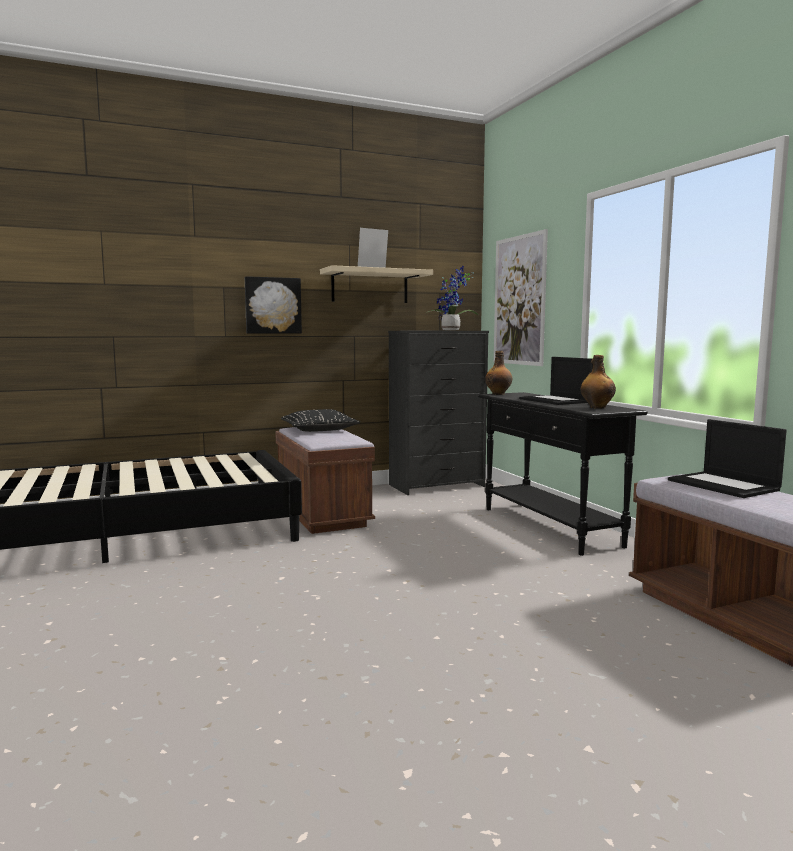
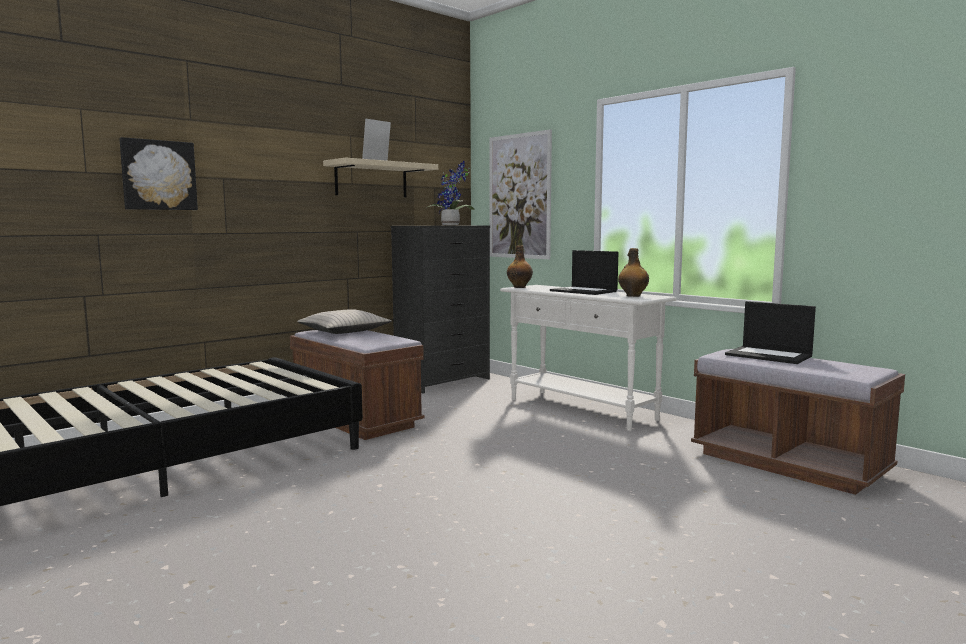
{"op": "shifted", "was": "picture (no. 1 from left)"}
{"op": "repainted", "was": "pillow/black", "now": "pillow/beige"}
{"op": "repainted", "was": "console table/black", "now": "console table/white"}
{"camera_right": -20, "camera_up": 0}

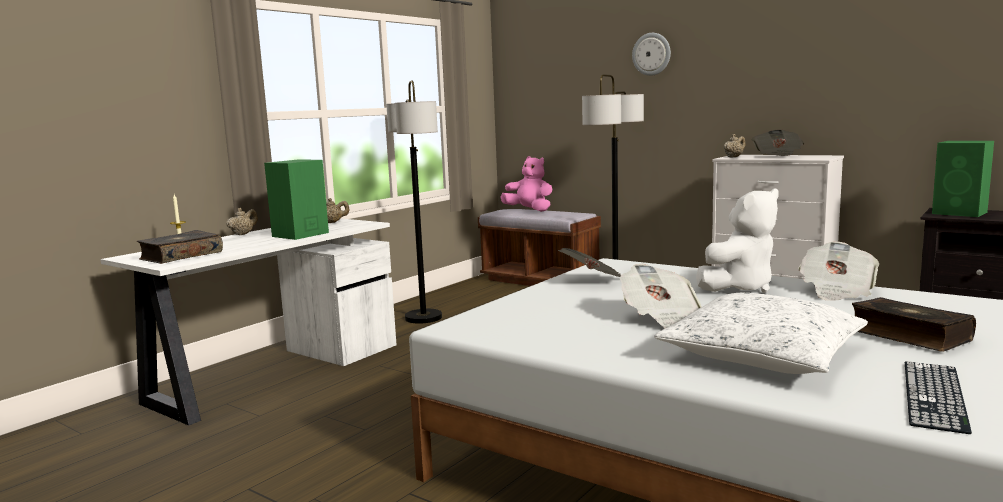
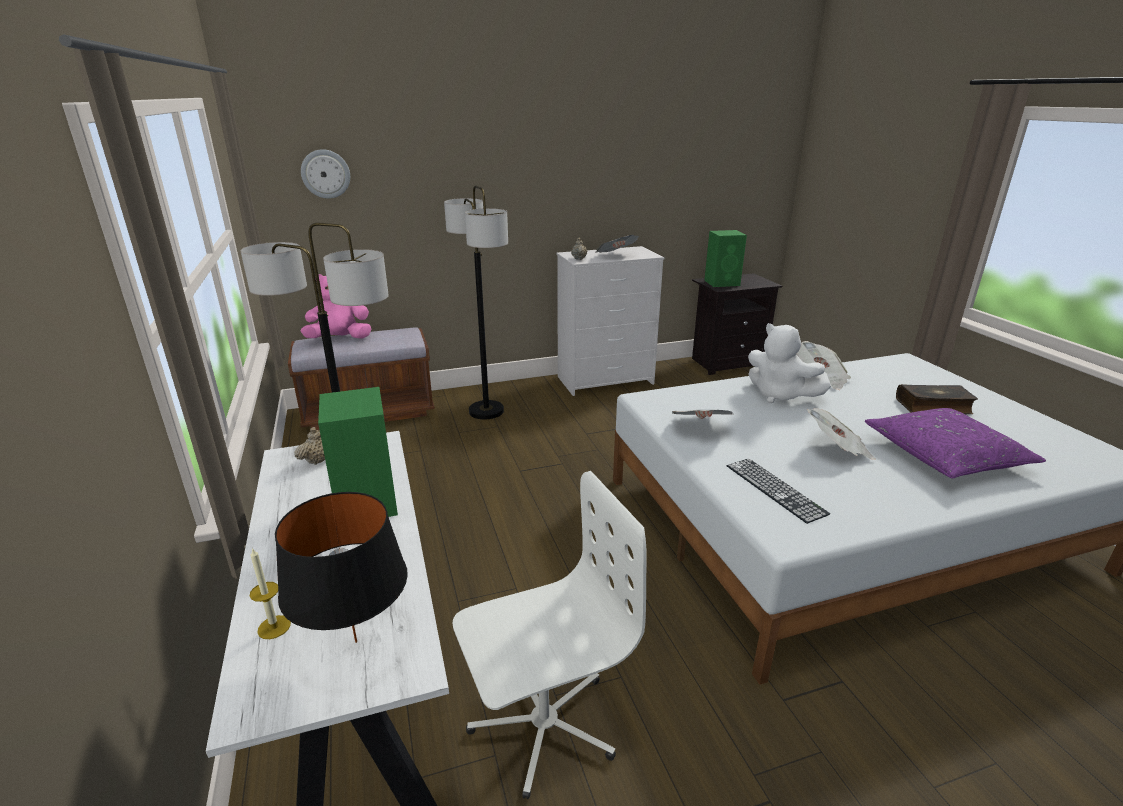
{"op": "swapped", "was": "book (no. 1 from left)", "now": "table lamp/black"}
{"op": "shifted", "was": "wall clock"}
{"op": "new", "now": "office chair/white"}
{"op": "shifted", "was": "keyboard"}
{"op": "rotated", "was": "plush toy/white", "clockwise": 135}
{"op": "repainted", "was": "pillow/white", "now": "pillow/purple"}
{"op": "gone", "was": "teapot/beige (no. 1 from left)"}
{"camera_right": -55, "camera_up": 15}

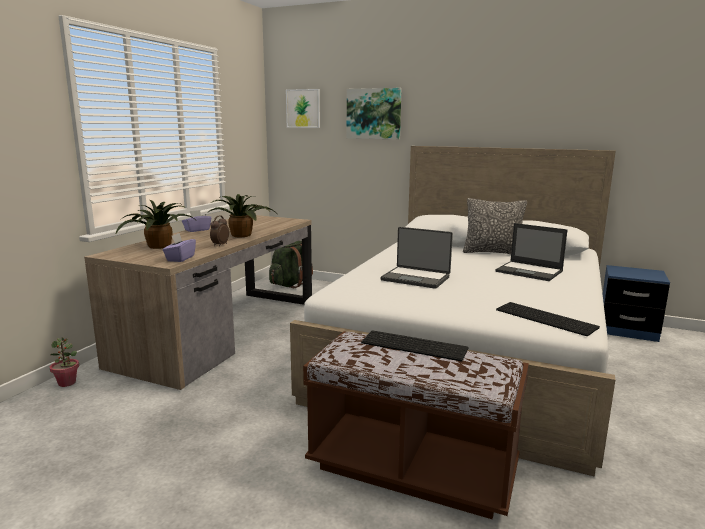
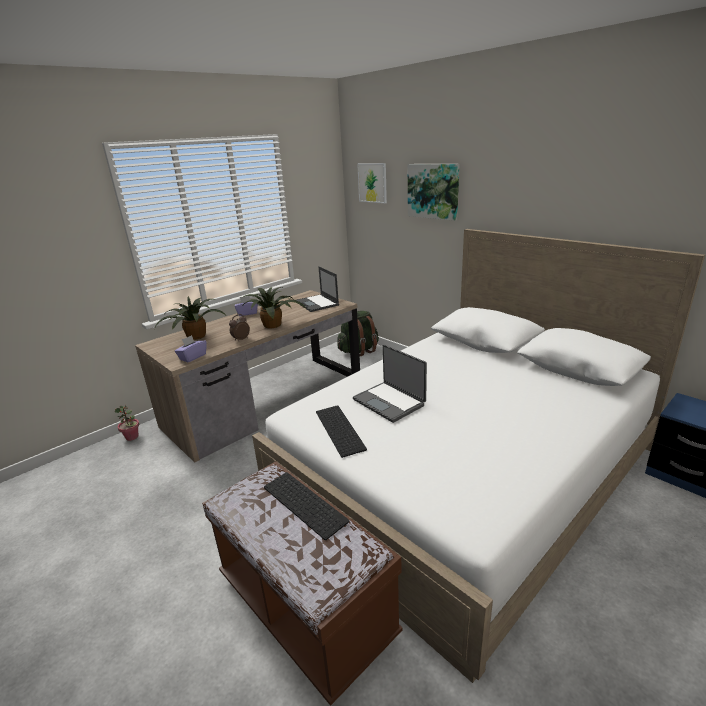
{"op": "shifted", "was": "laptop (no. 2 from left in the first image)", "now": "laptop (no. 1 from left)"}
{"op": "shifted", "was": "keyboard (no. 2 from left)"}
{"op": "gone", "was": "pillow"}
{"camera_right": 25, "camera_up": 10}

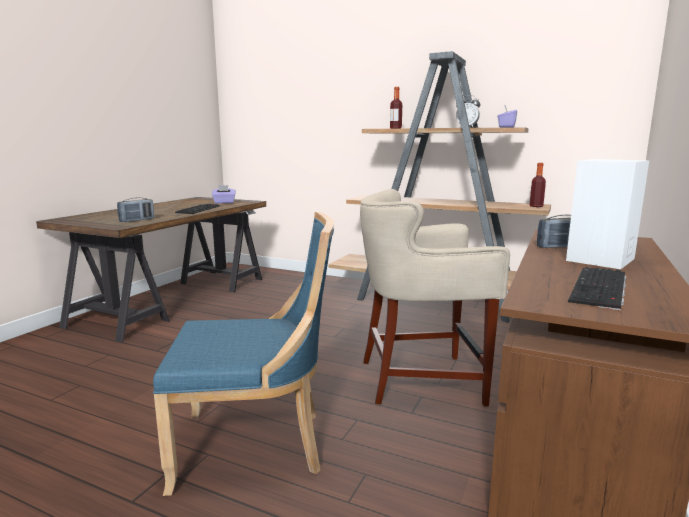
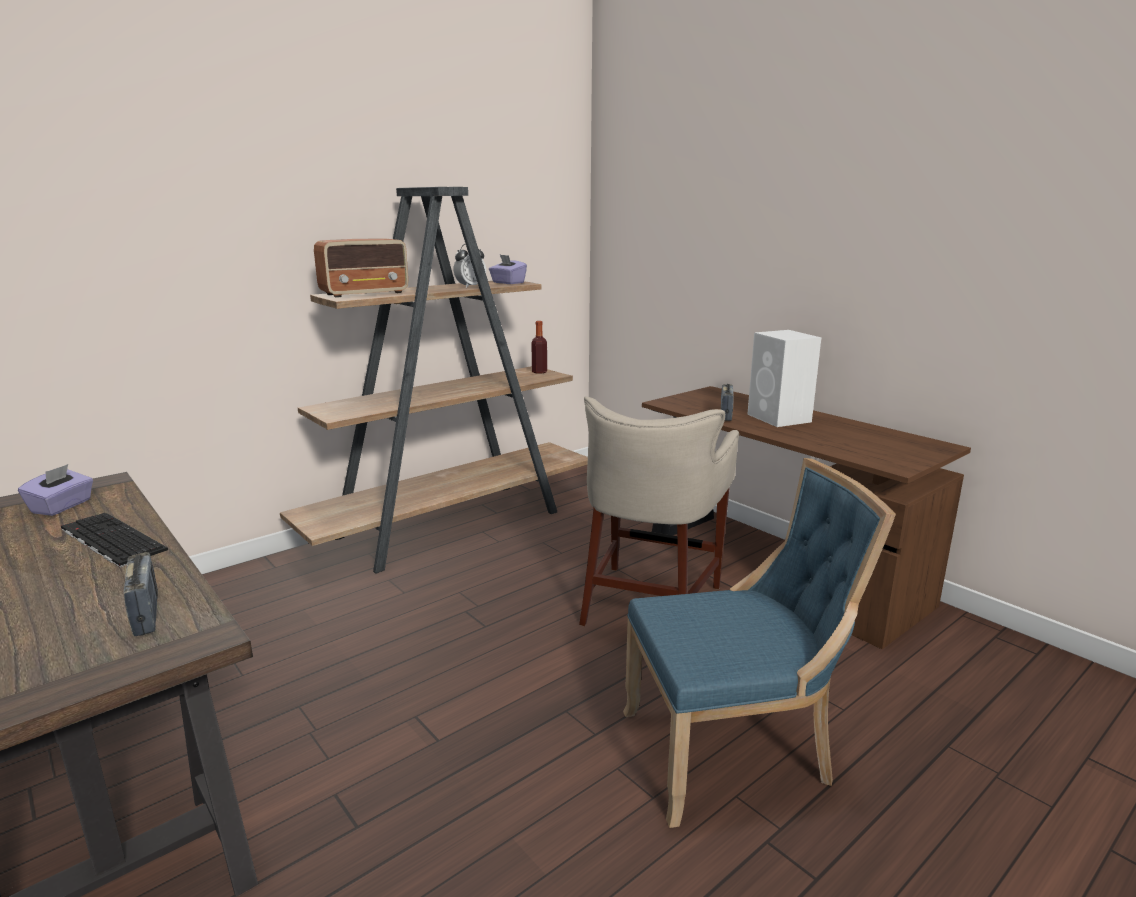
{"op": "swapped", "was": "bottle (no. 1 from left)", "now": "radio (no. 2 from left)"}
{"op": "rotated", "was": "chair/blue", "clockwise": 60}
{"op": "gone", "was": "keyboard (no. 2 from left)"}
{"camera_right": -65, "camera_up": 5}

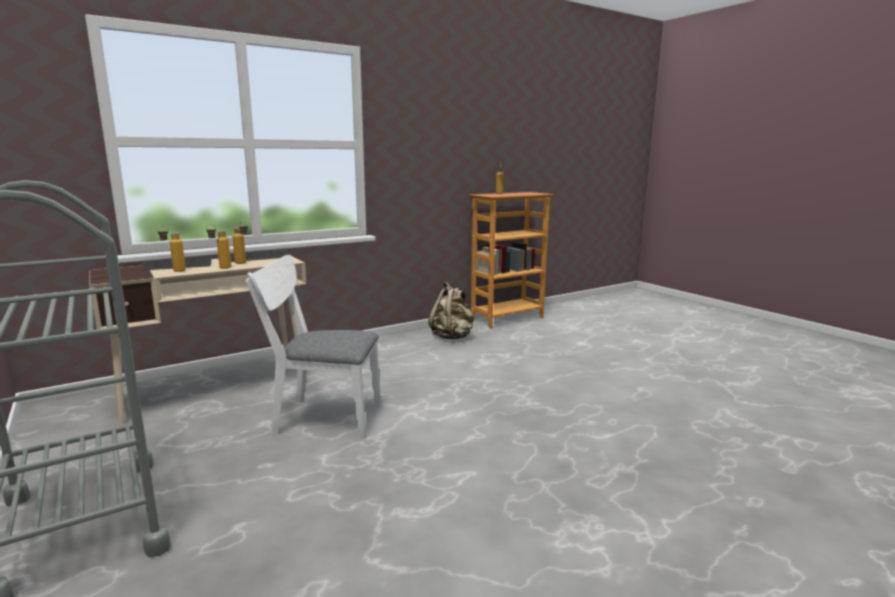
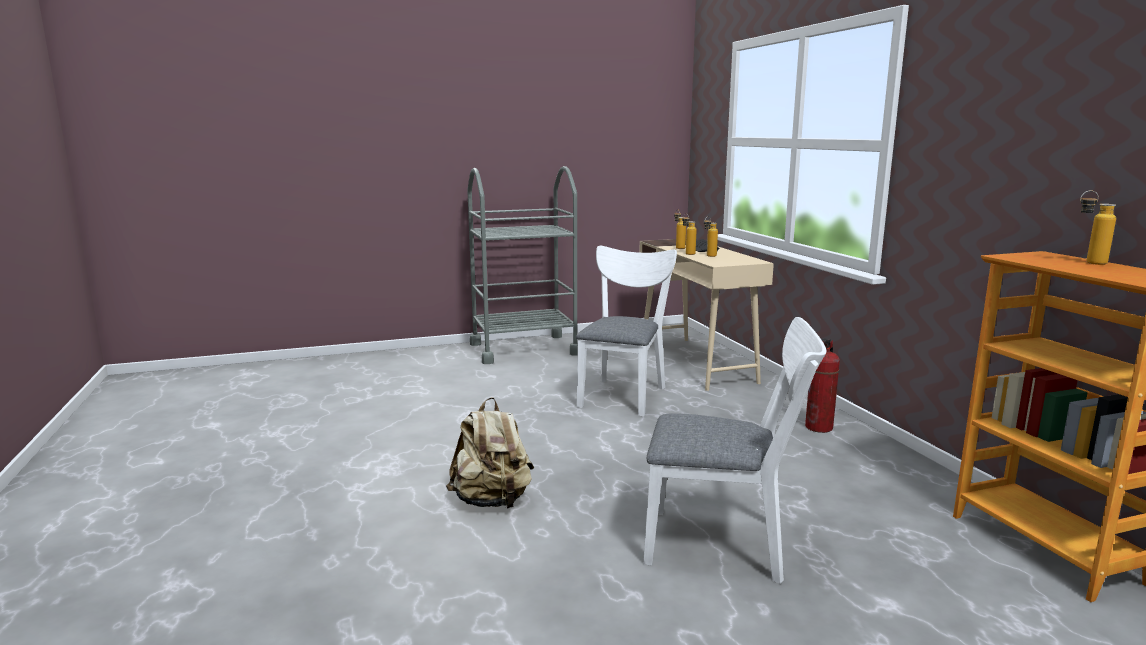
{"op": "shifted", "was": "backpack/beige"}
{"op": "new", "now": "chair/white (no. 2 from left)"}
{"op": "new", "now": "fire extinguisher"}
{"op": "gone", "was": "keyboard (no. 2 from left)"}
{"camera_right": 105, "camera_up": 0}

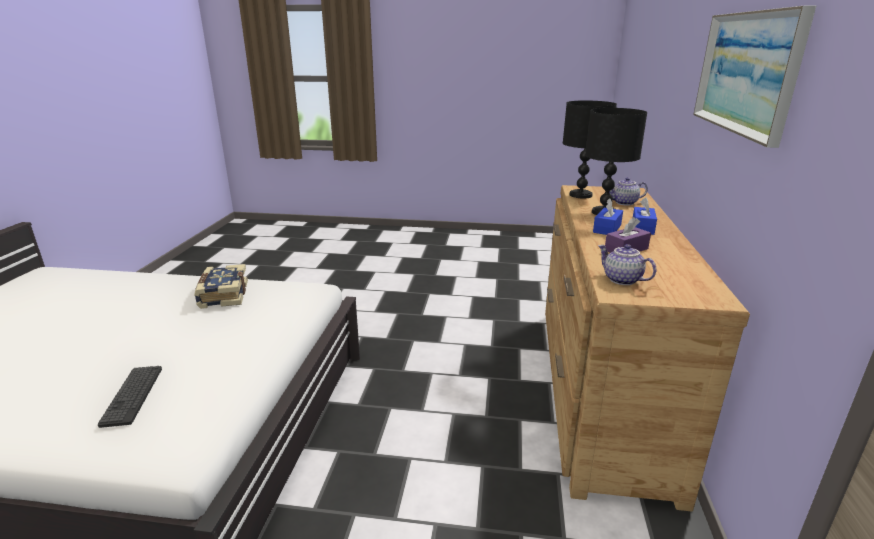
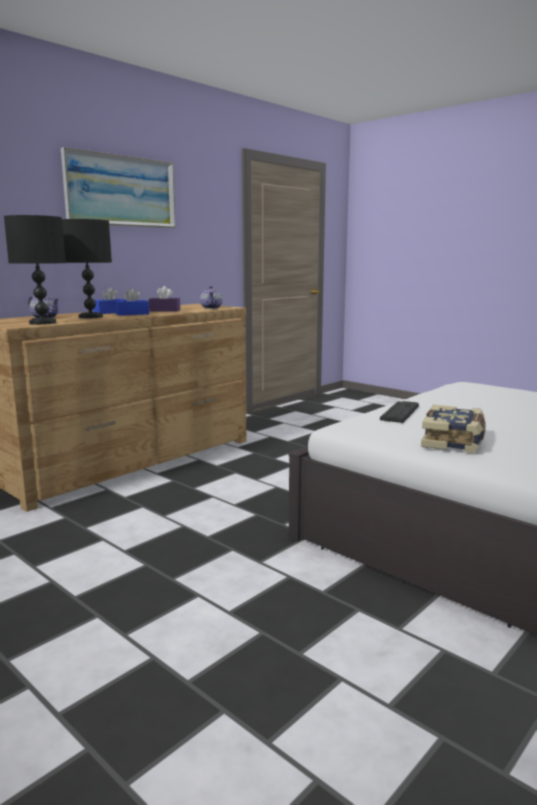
{"op": "shifted", "was": "keyboard"}
{"camera_right": -145, "camera_up": -10}

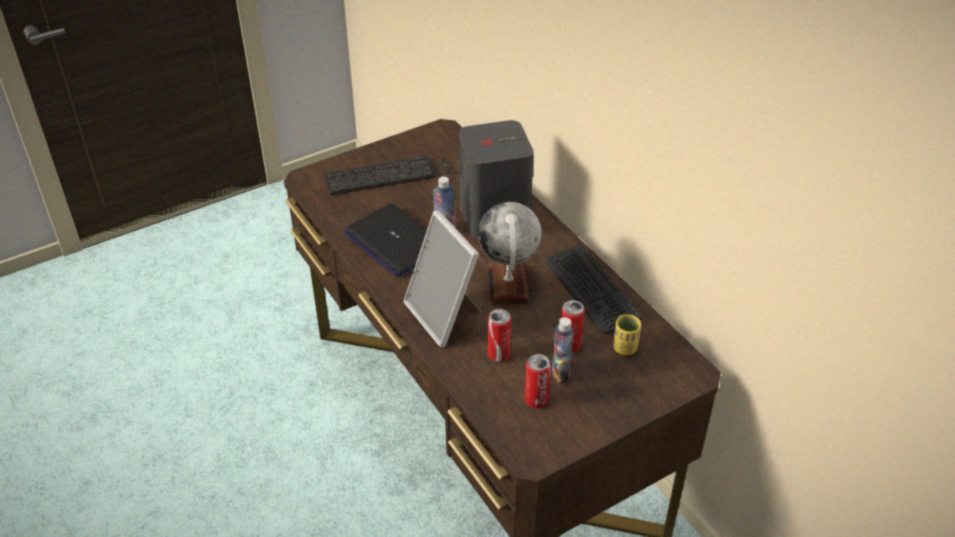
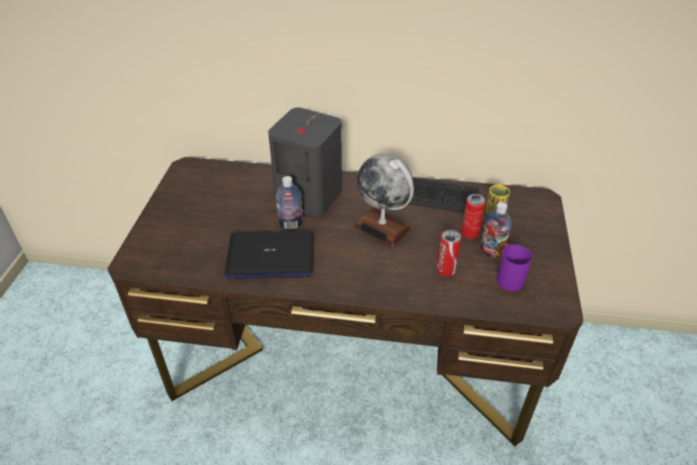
{"op": "swapped", "was": "can (no. 2 from left)", "now": "mug/purple"}
{"op": "gone", "was": "keyboard (no. 1 from left)"}
{"op": "gone", "was": "picture frame"}
{"camera_right": -50, "camera_up": 0}

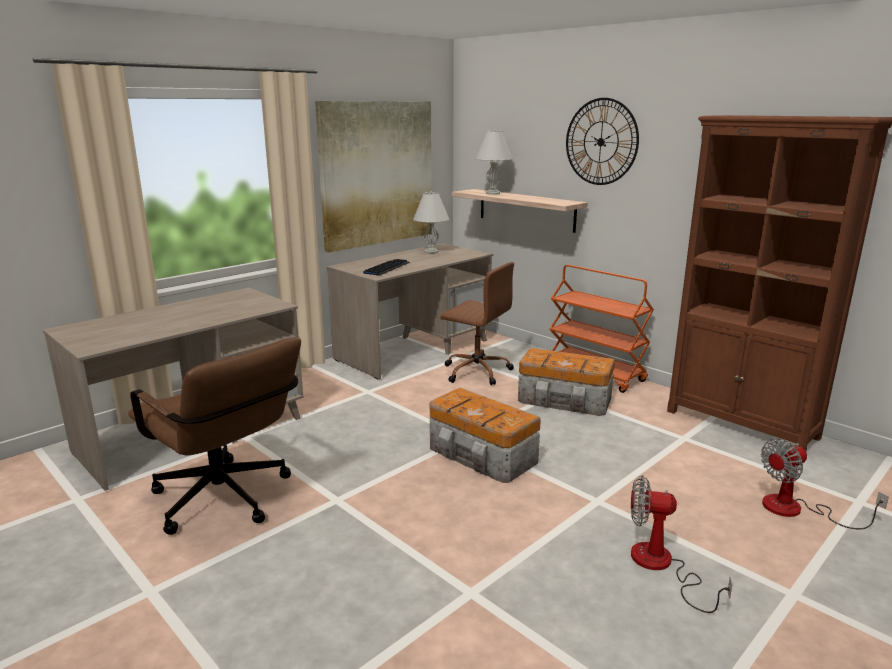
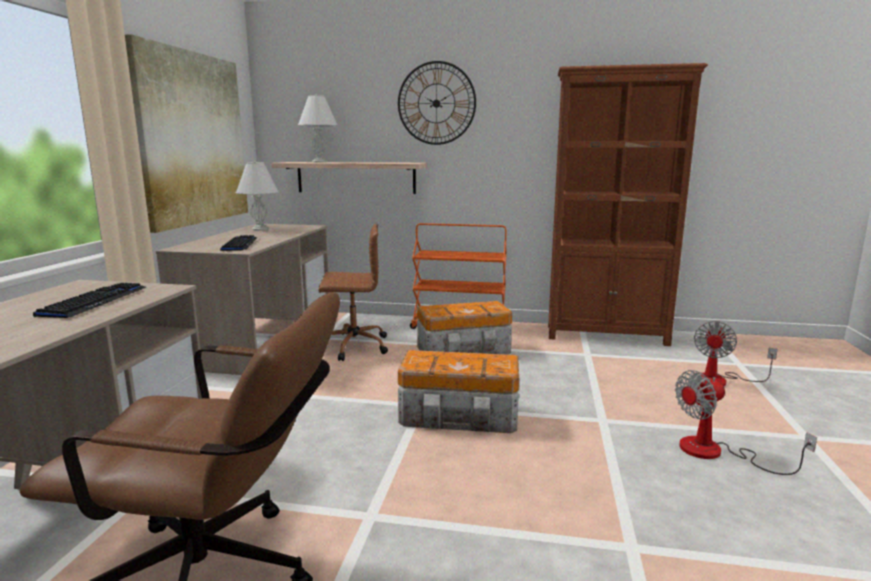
{"op": "new", "now": "keyboard (no. 1 from left)"}
{"camera_right": -35, "camera_up": -5}

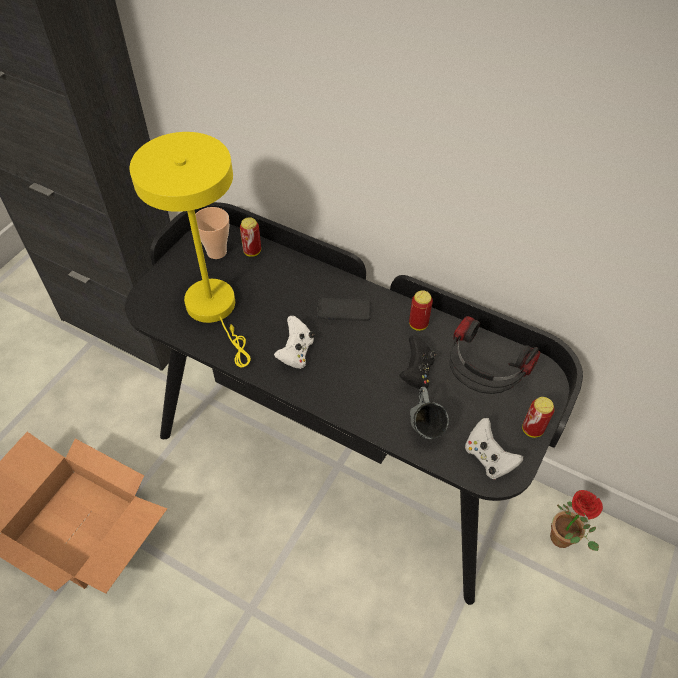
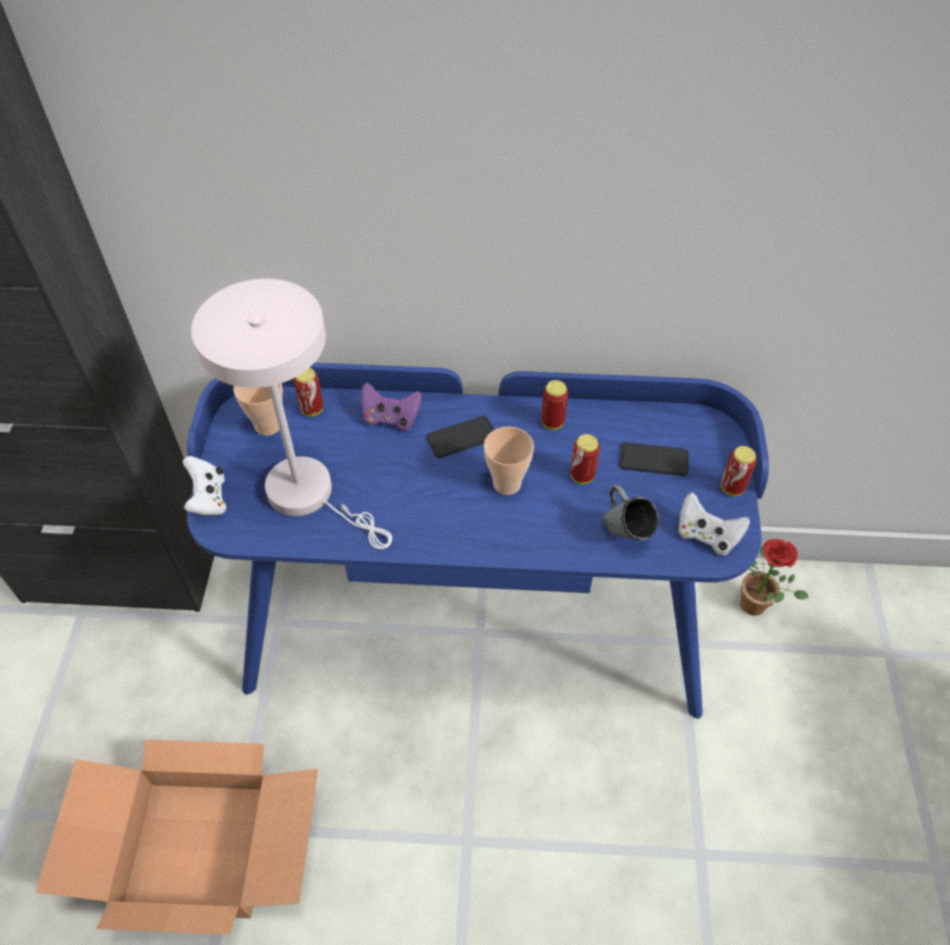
{"op": "shifted", "was": "game controller/white (no. 1 from left)"}
{"op": "repainted", "was": "desk/black", "now": "desk/blue"}
{"op": "repainted", "was": "table lamp/yellow", "now": "table lamp/white"}
{"op": "new", "now": "game controller/purple"}
{"op": "new", "now": "cup (no. 2 from left)"}
{"op": "swapped", "was": "game controller/black", "now": "can (no. 3 from left)"}
{"op": "swapped", "was": "headphones", "now": "phone (no. 2 from left)"}
{"camera_right": -25, "camera_up": 0}

